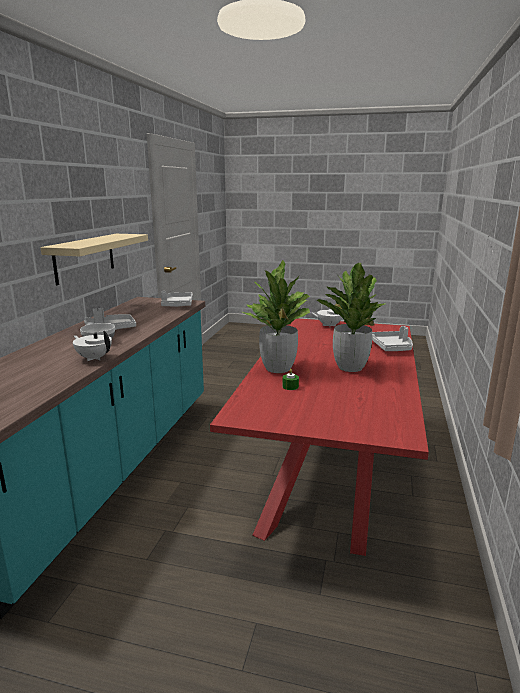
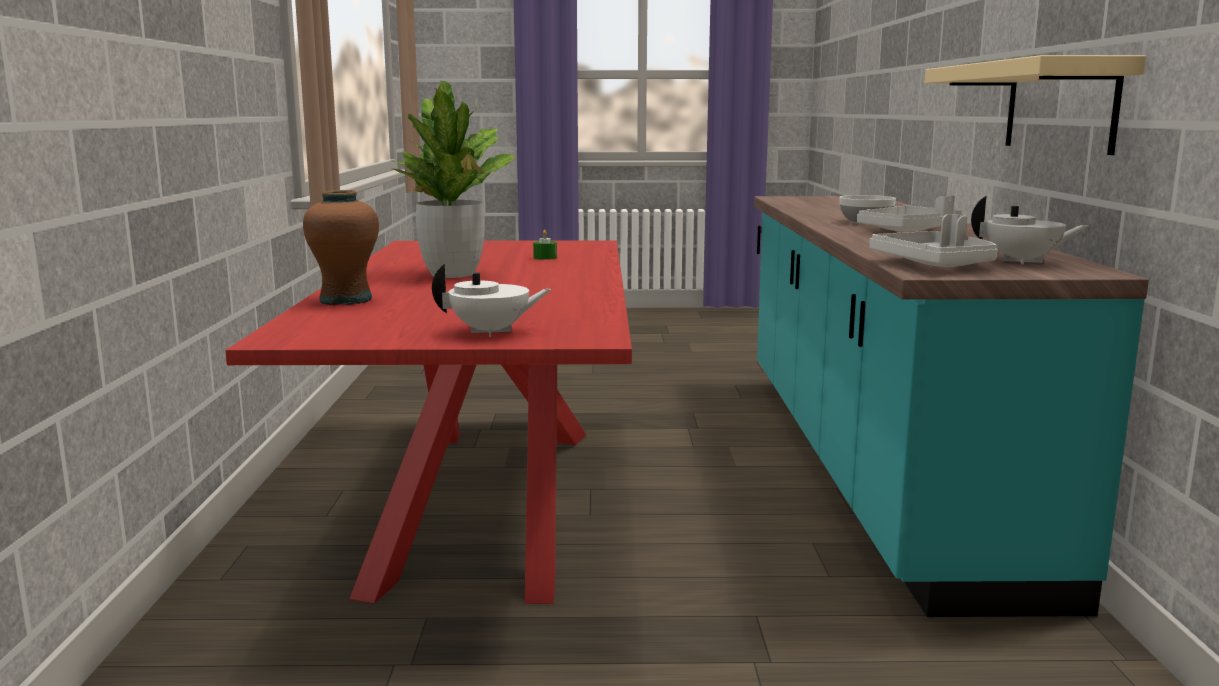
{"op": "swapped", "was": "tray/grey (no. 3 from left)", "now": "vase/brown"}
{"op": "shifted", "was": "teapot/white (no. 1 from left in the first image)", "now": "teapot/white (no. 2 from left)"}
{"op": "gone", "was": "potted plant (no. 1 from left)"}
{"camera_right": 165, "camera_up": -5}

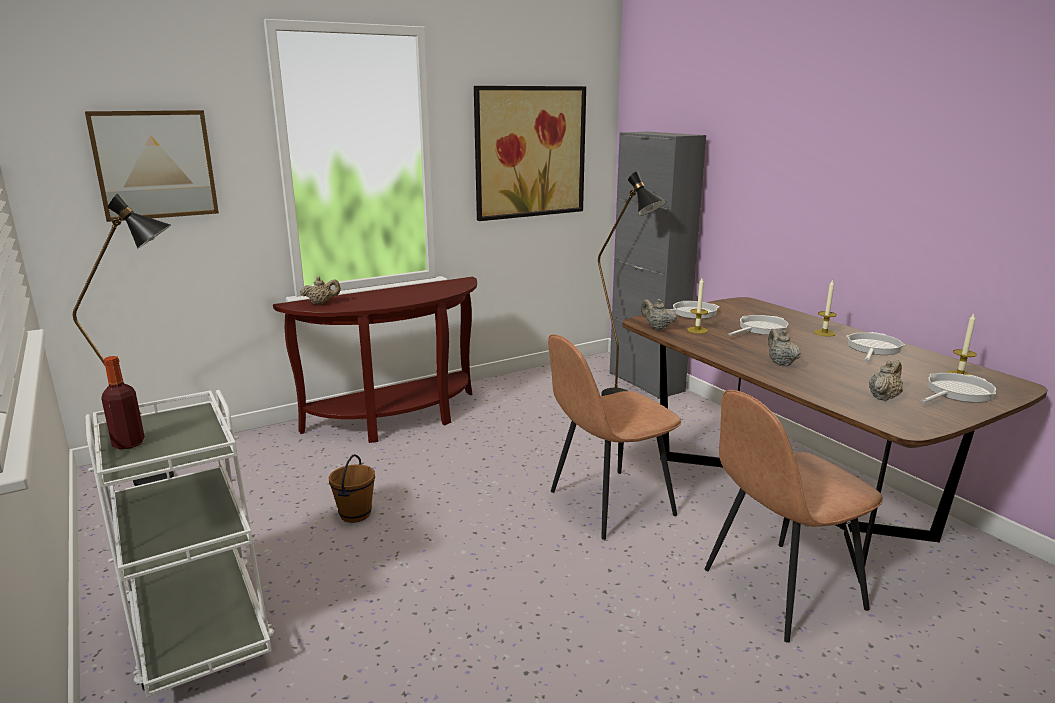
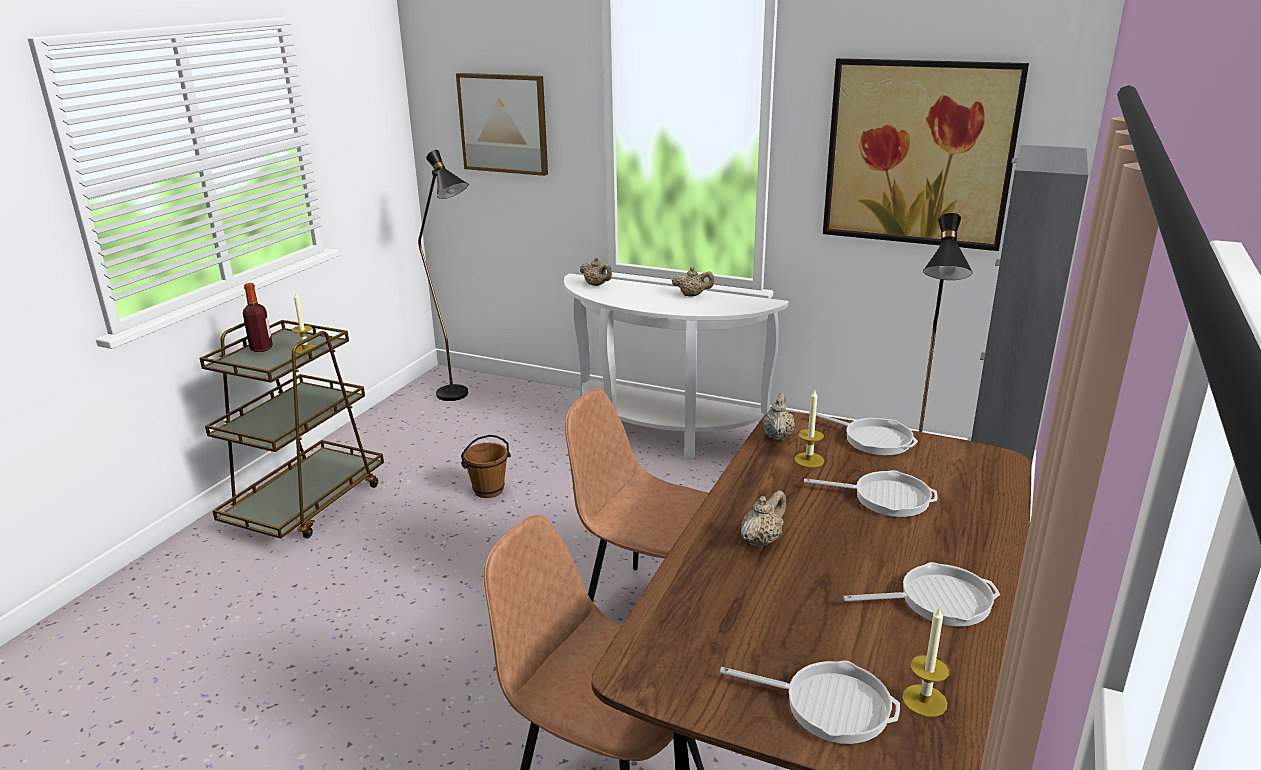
{"op": "repainted", "was": "cart/white", "now": "cart/brown"}
{"op": "shifted", "was": "candle (no. 2 from left in the first image)", "now": "candle (no. 1 from left)"}
{"op": "repainted", "was": "console table/brown", "now": "console table/white"}
{"op": "shifted", "was": "teapot/beige (no. 4 from left in the first image)", "now": "teapot/beige (no. 2 from left)"}
{"camera_right": 55, "camera_up": 5}

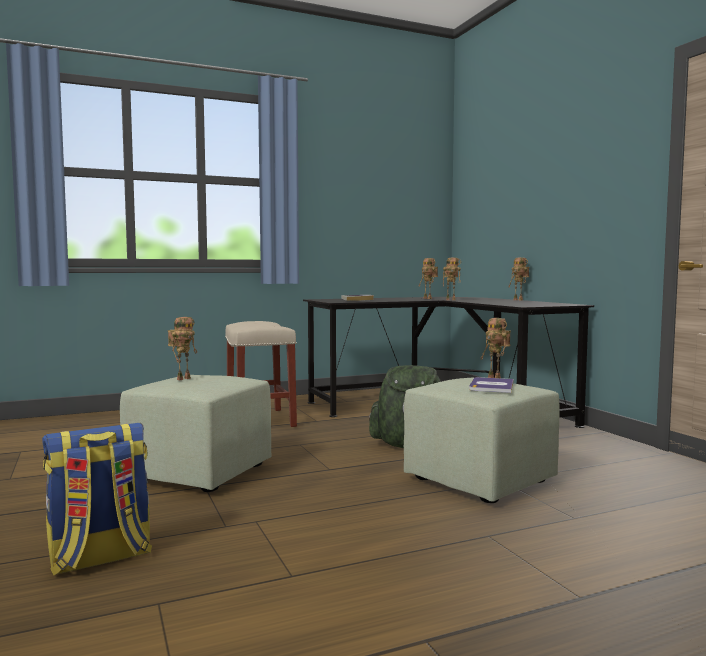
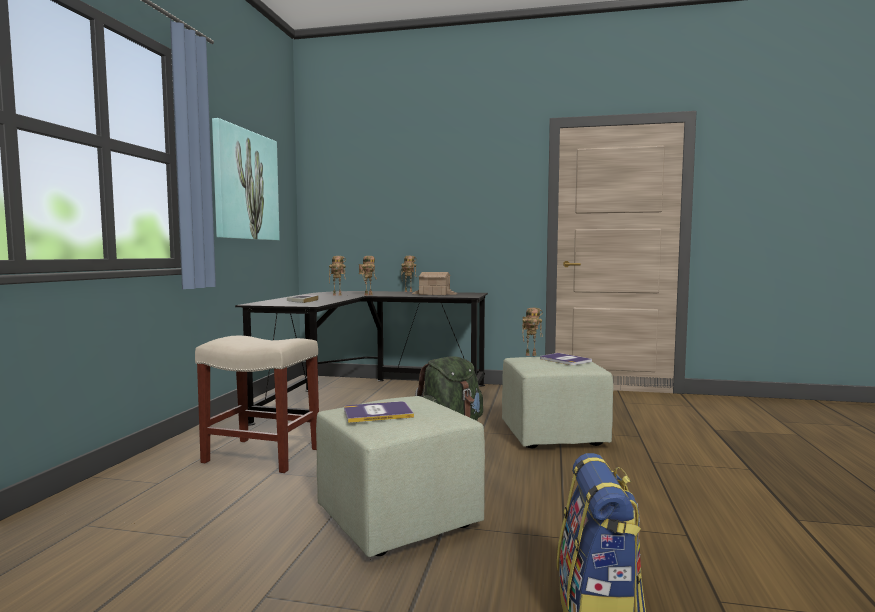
{"op": "new", "now": "picture"}
{"op": "swapped", "was": "toy robot (no. 1 from left)", "now": "book (no. 2 from left)"}
{"op": "new", "now": "toy house"}
{"camera_right": -55, "camera_up": 0}

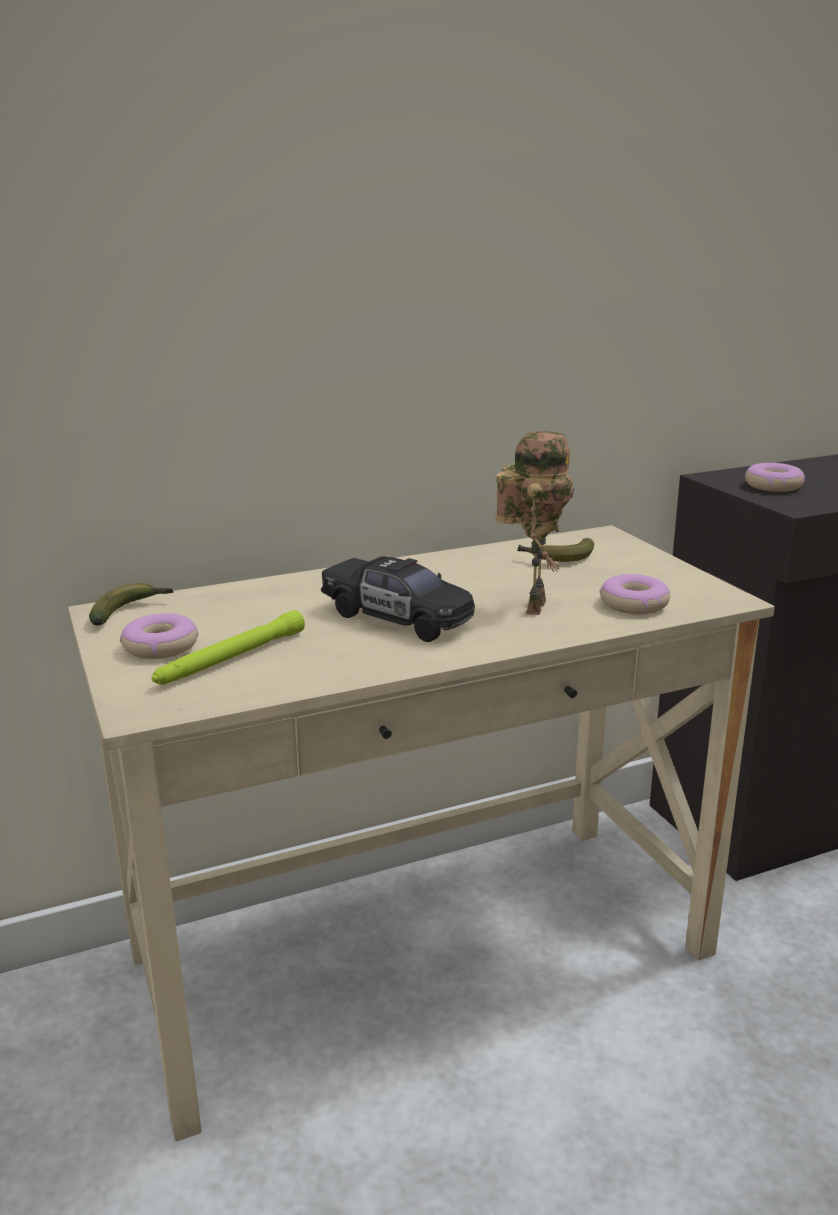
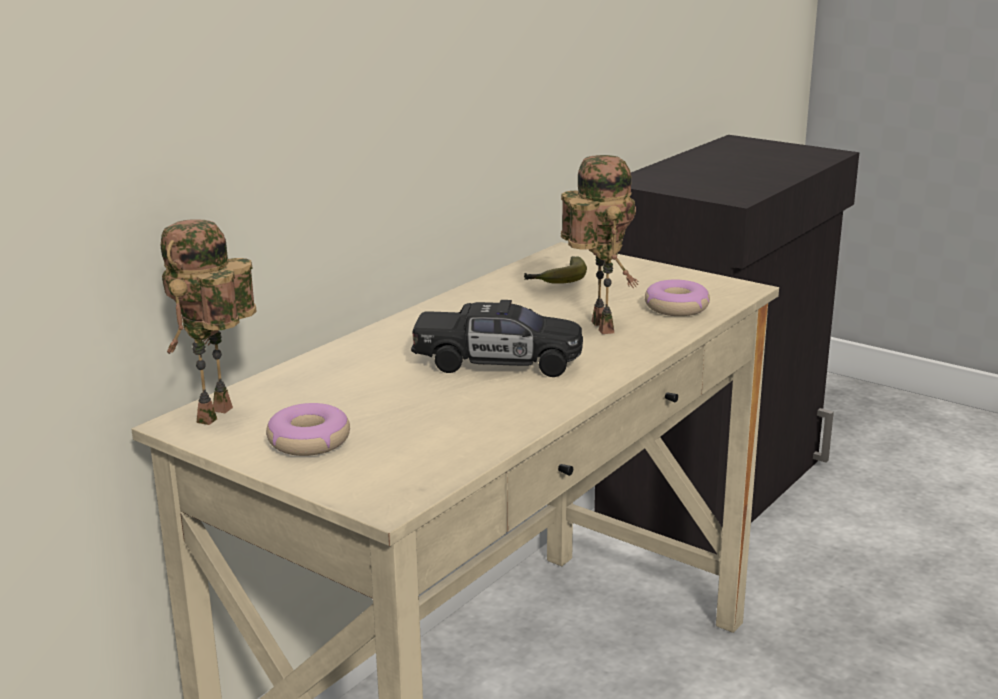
{"op": "swapped", "was": "banana (no. 1 from left)", "now": "toy robot (no. 1 from left)"}
{"op": "gone", "was": "flashlight/green"}
{"op": "gone", "was": "donut (no. 3 from left)"}
{"camera_right": -30, "camera_up": 0}

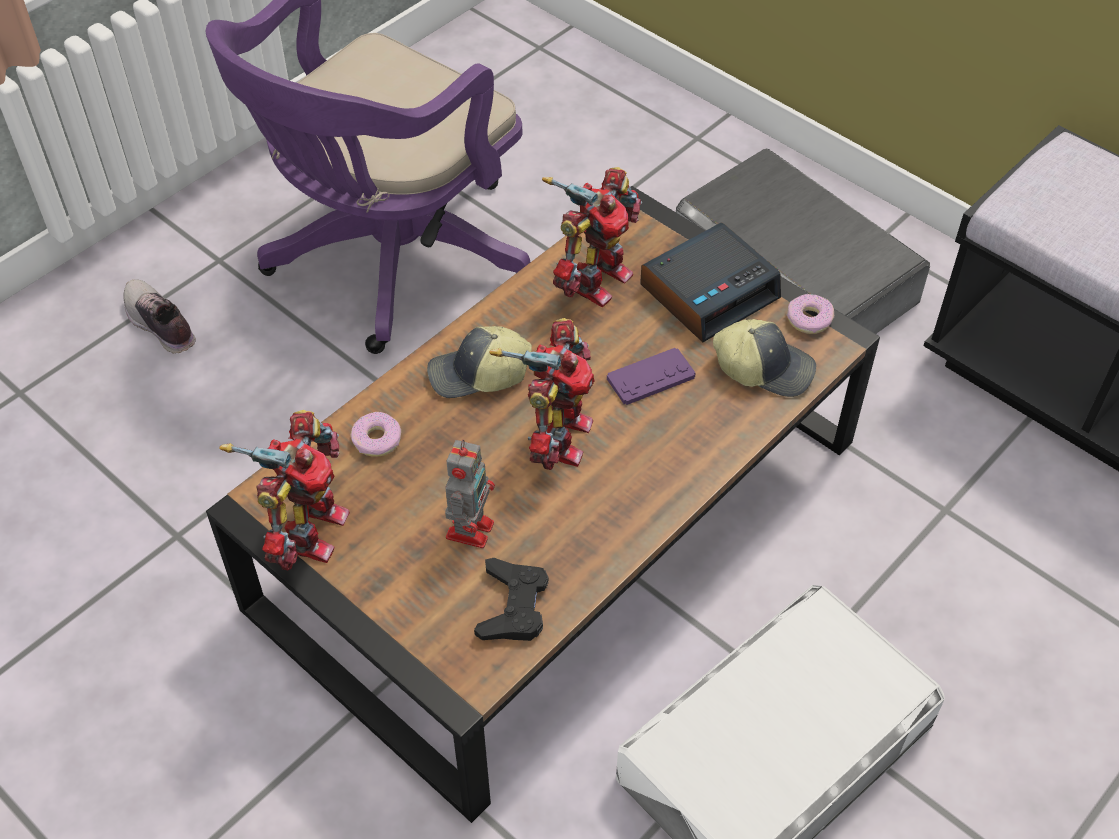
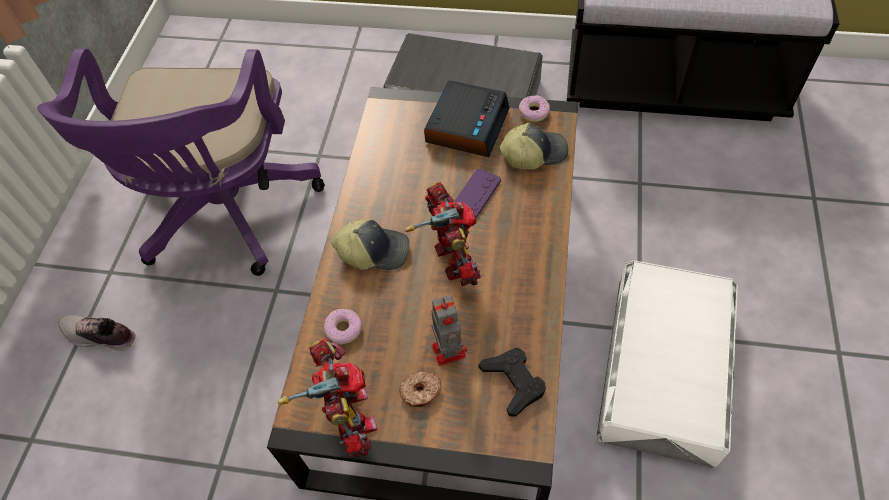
{"op": "rotated", "was": "cap (no. 1 from left)", "clockwise": -135}
{"op": "new", "now": "donut (no. 2 from left)"}
{"op": "gone", "was": "toy robot (no. 4 from left)"}
{"camera_right": -30, "camera_up": 5}

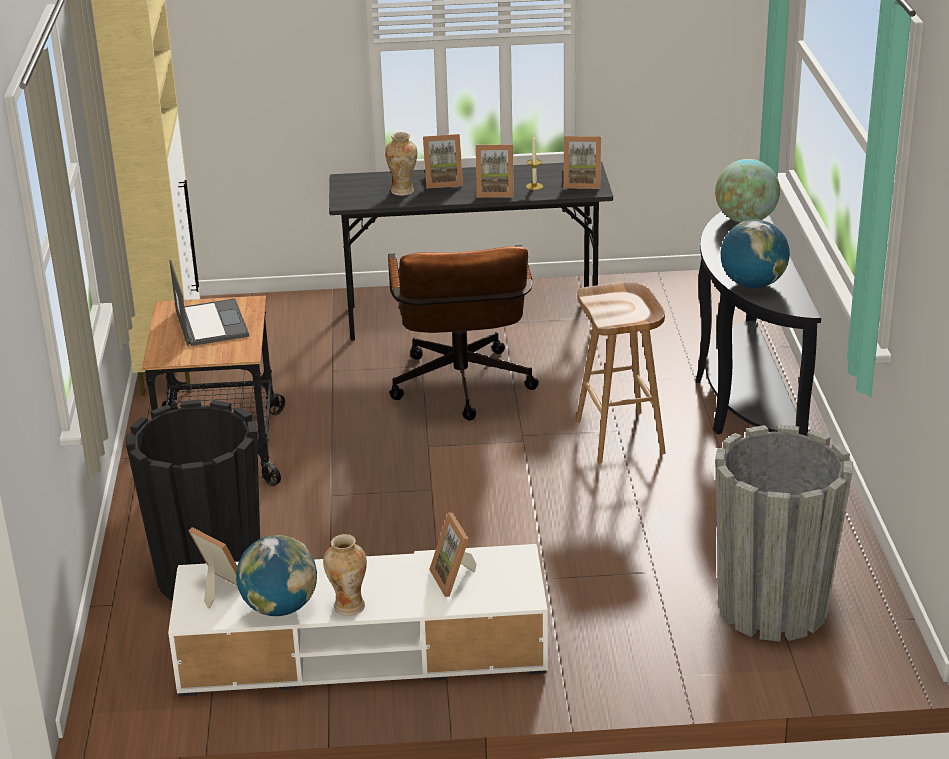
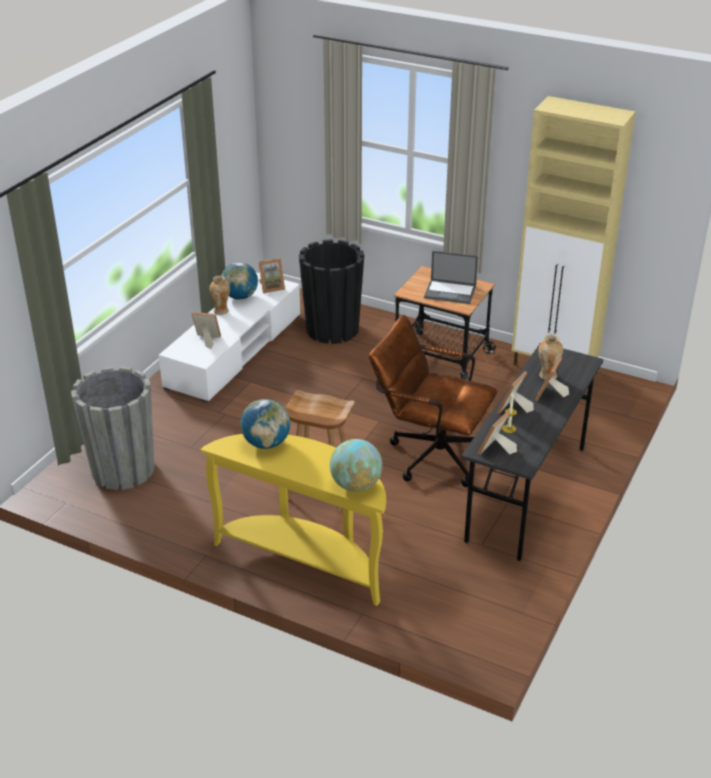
{"op": "repainted", "was": "console table/black", "now": "console table/yellow"}
{"camera_right": 120, "camera_up": 5}

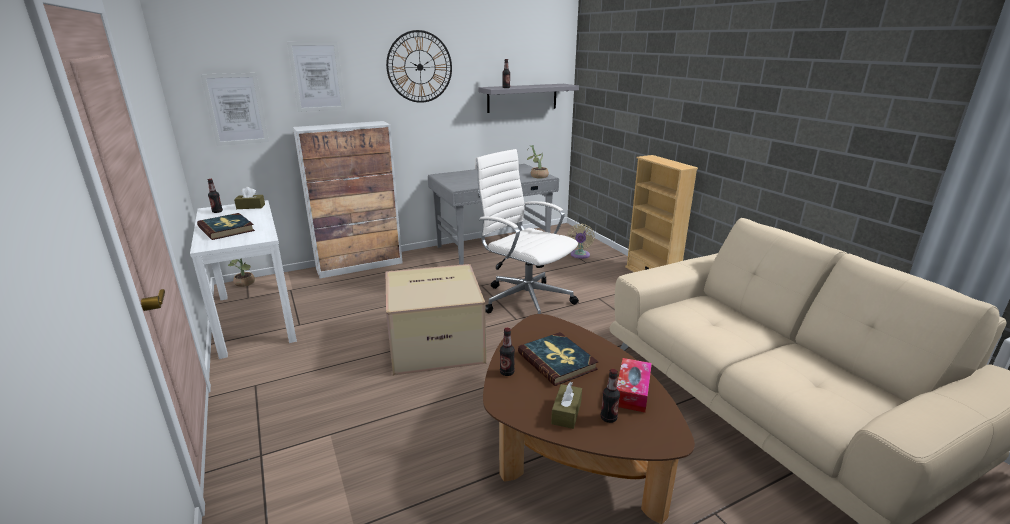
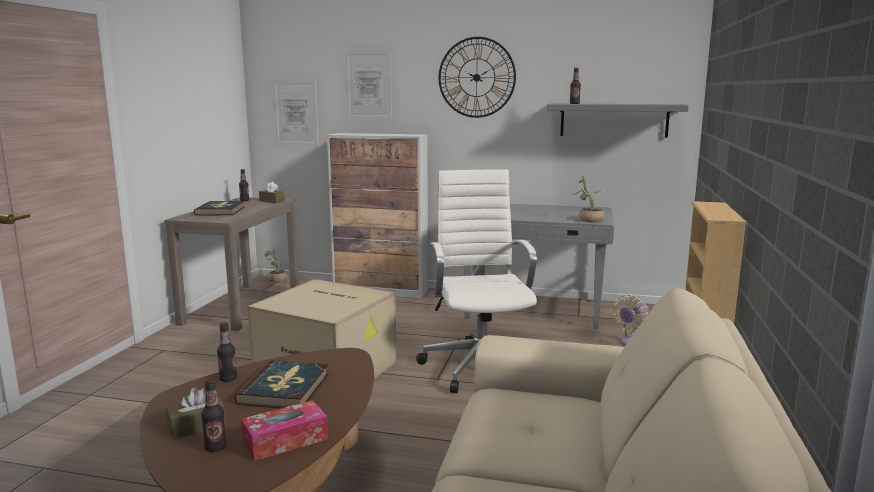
{"op": "repainted", "was": "console table/white", "now": "console table/brown"}
{"camera_right": 40, "camera_up": -10}

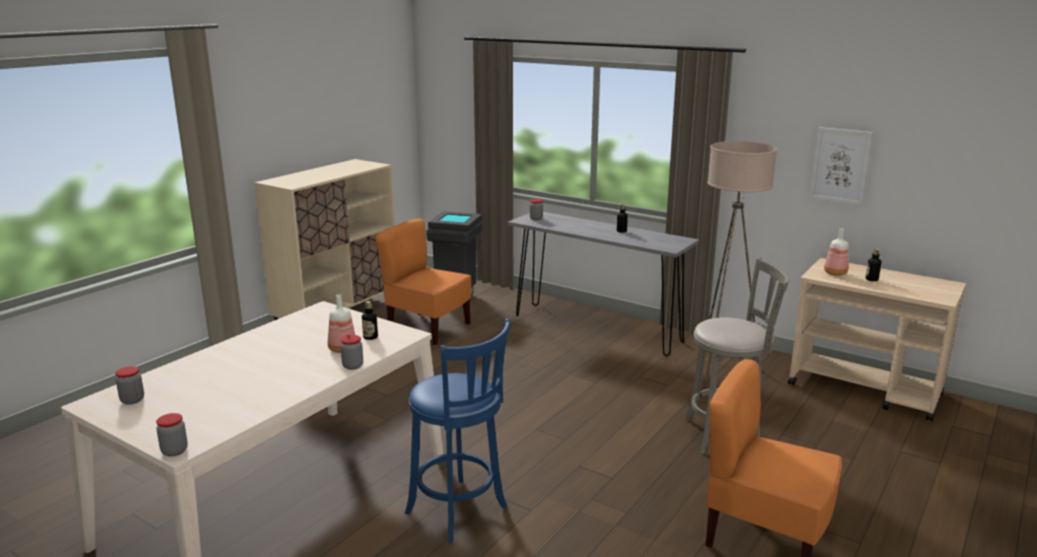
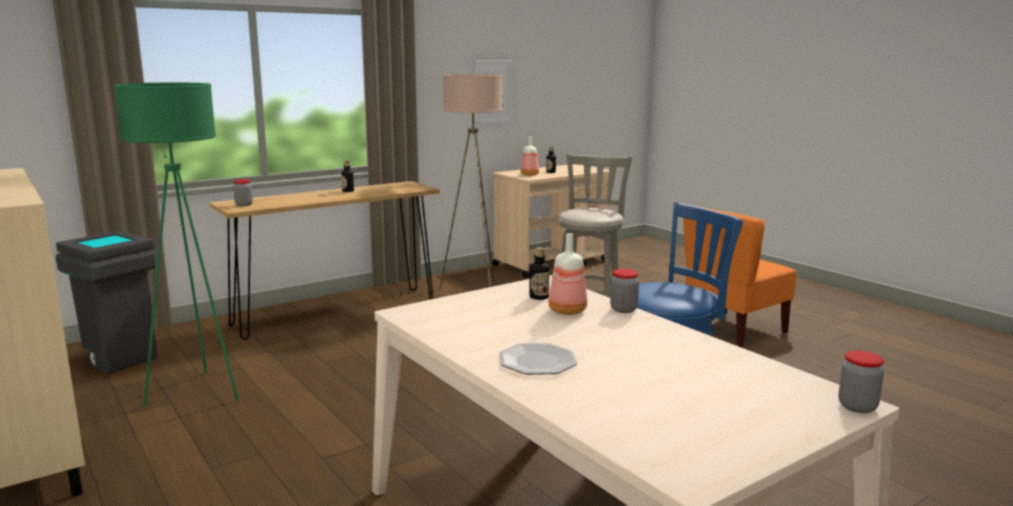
{"op": "swapped", "was": "chair/orange (no. 1 from left)", "now": "floor lamp/green"}
{"op": "repainted", "was": "console table/grey", "now": "console table/brown"}
{"op": "new", "now": "plate"}
{"op": "gone", "was": "jar (no. 1 from left)"}
{"camera_right": -70, "camera_up": -5}

